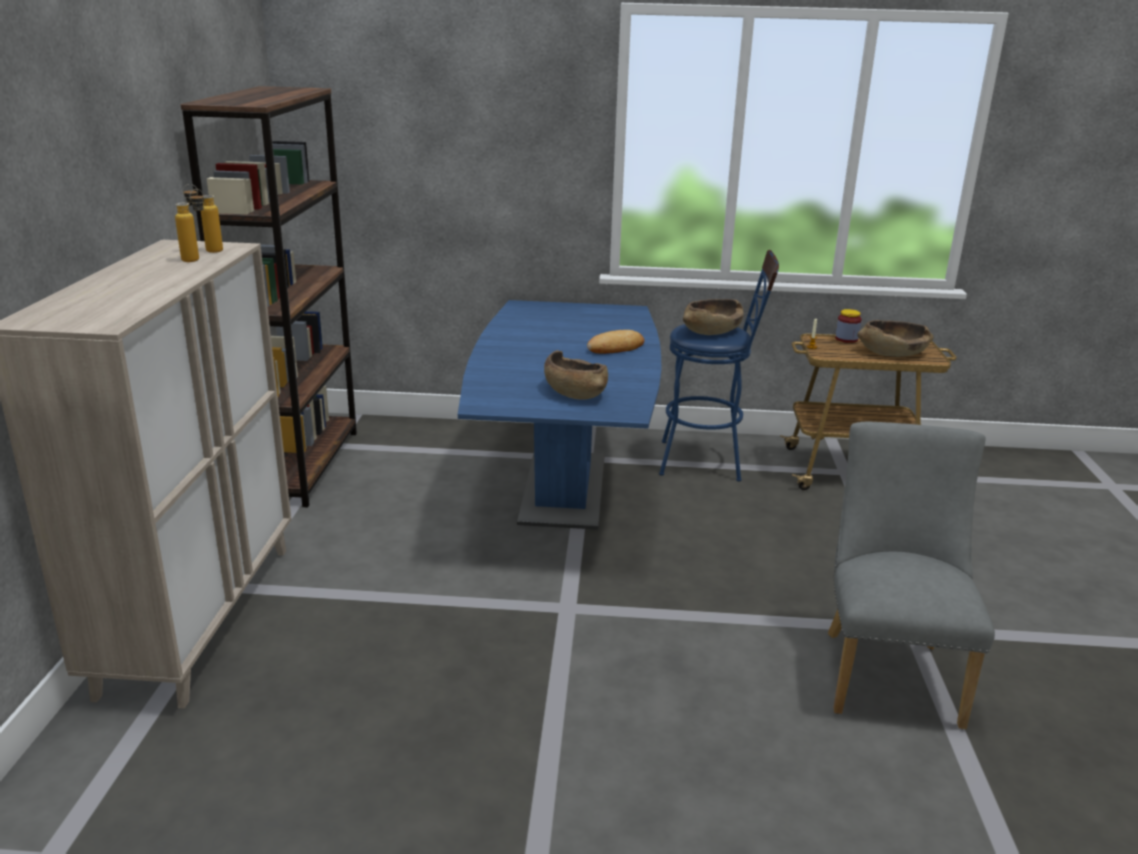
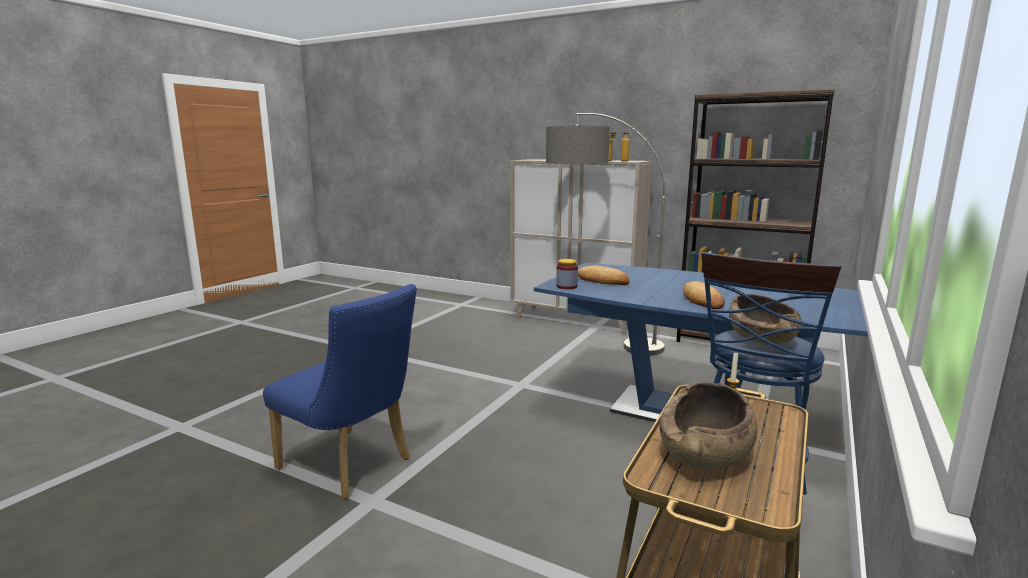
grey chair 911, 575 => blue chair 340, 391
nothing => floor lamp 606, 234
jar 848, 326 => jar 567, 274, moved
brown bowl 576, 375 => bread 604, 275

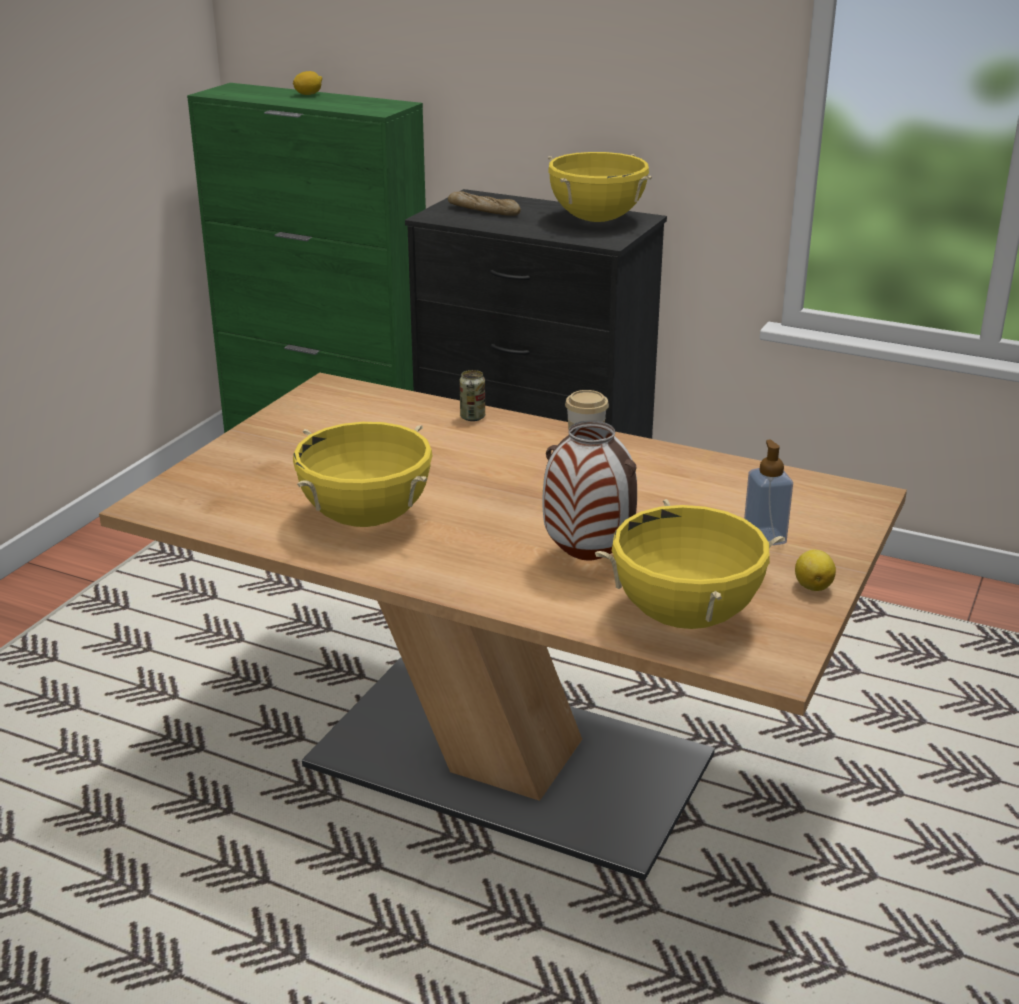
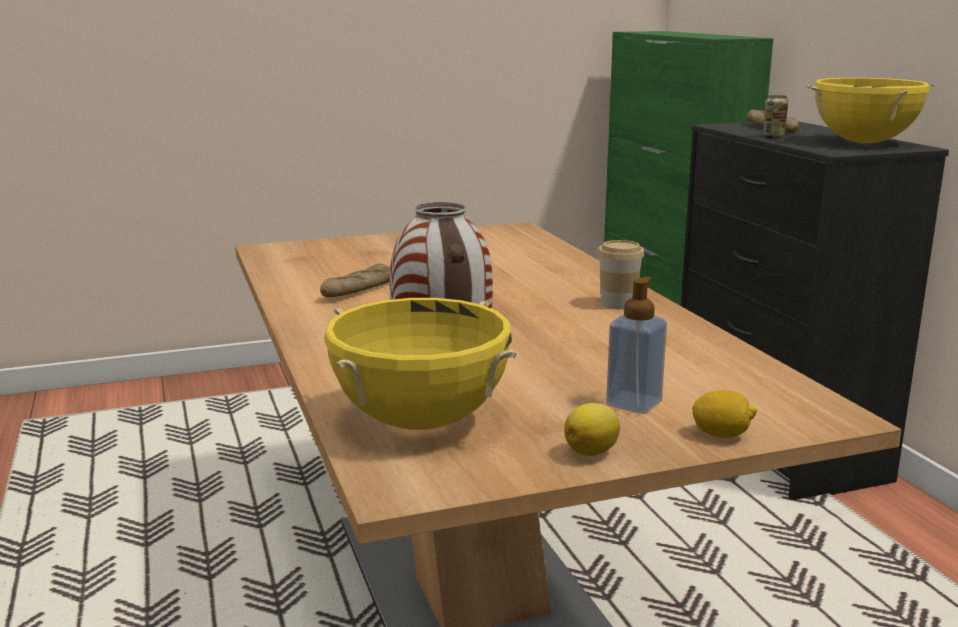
yellow cooking pot 363, 474 => bread 355, 280
lemon 307, 83 => lemon 724, 414, moved
can 472, 395 => can 775, 116, moved

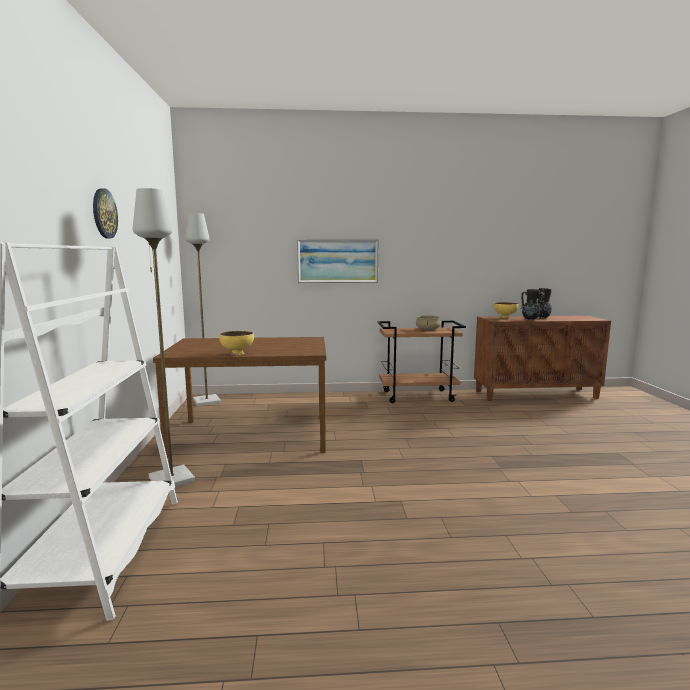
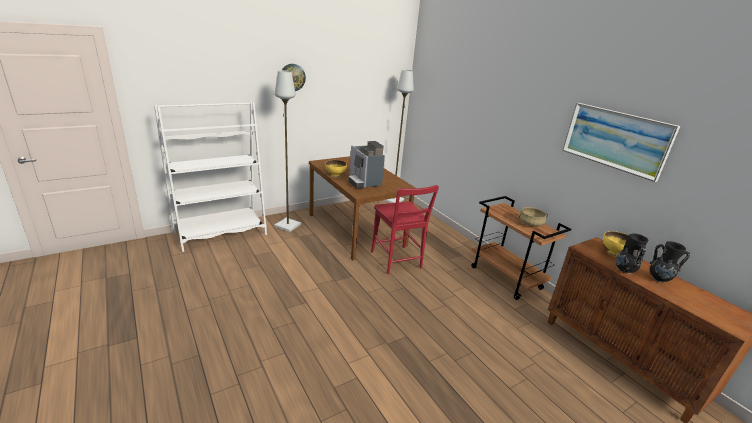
nothing => coffee machine 367, 165
nothing => red chair 405, 229
picture 338, 261 => picture 621, 142, moved

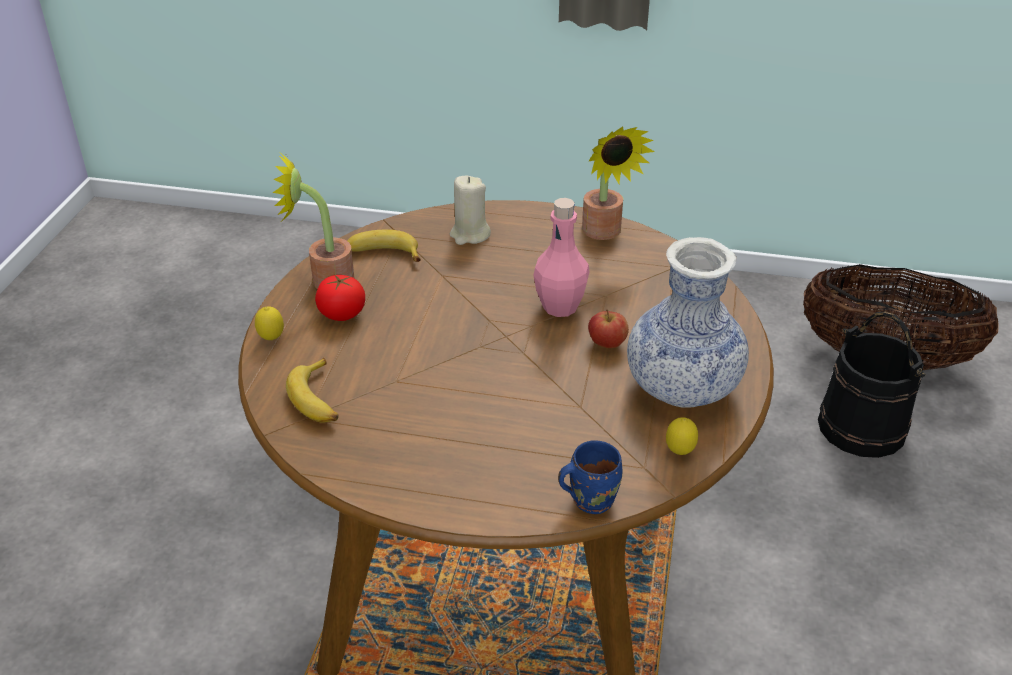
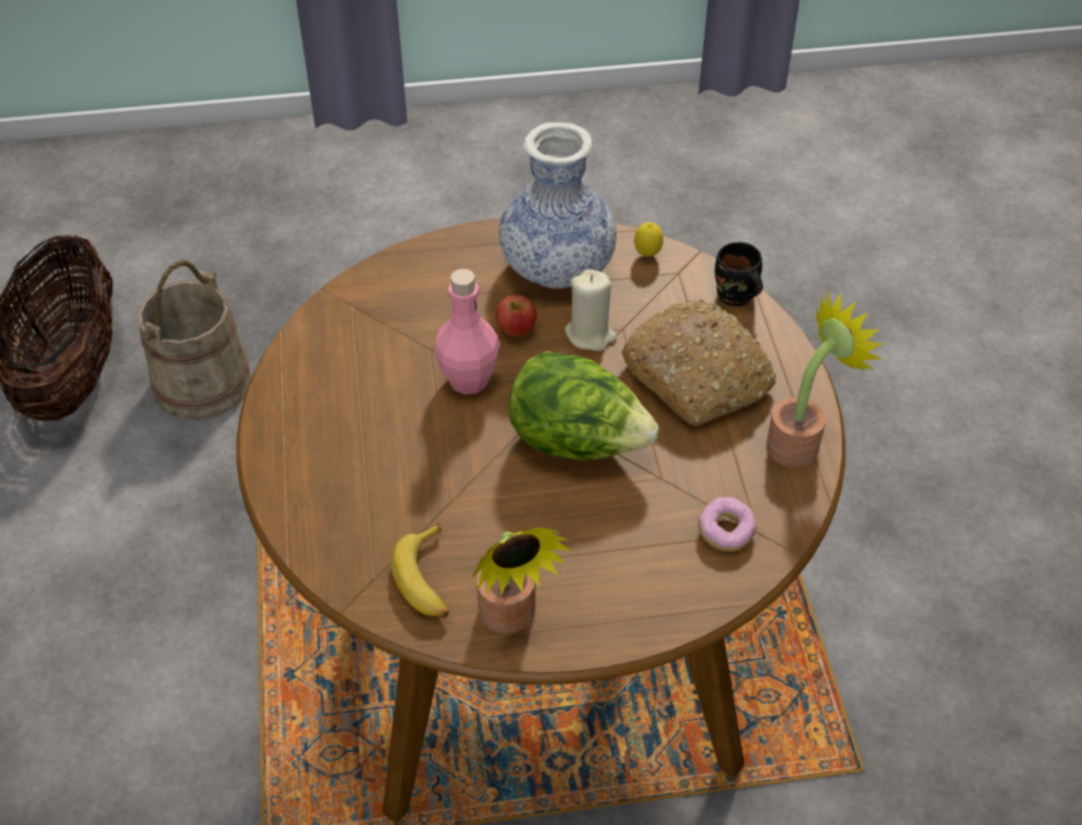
black bucket 872, 385 => beige bucket 194, 340
nothing => lettuce 584, 405
beige candle 470, 210 => beige candle 591, 310, moved
nothing => bread 698, 363
banana 312, 390 => donut 727, 524
blue mug 590, 477 => black mug 739, 274
potted plant 618, 183 => potted plant 825, 379, moved
lemon 269, 323 => nothing
tomato 340, 298 => nothing

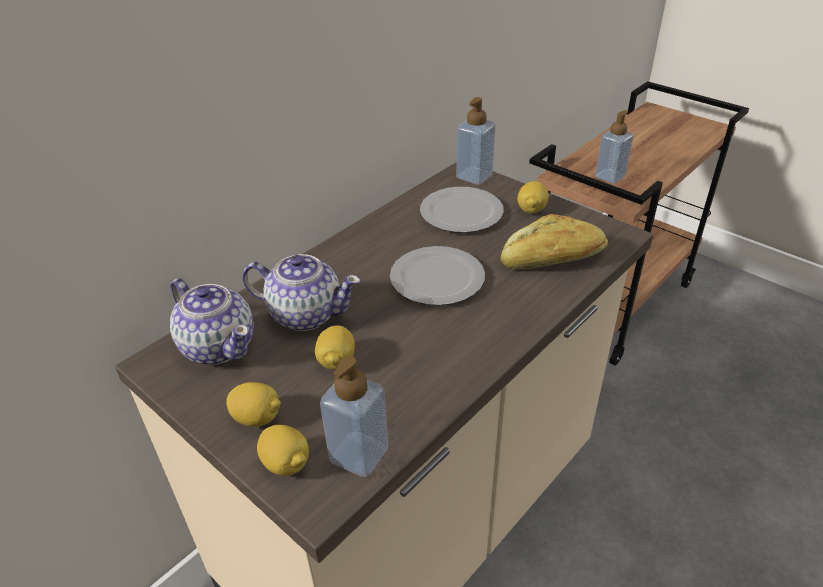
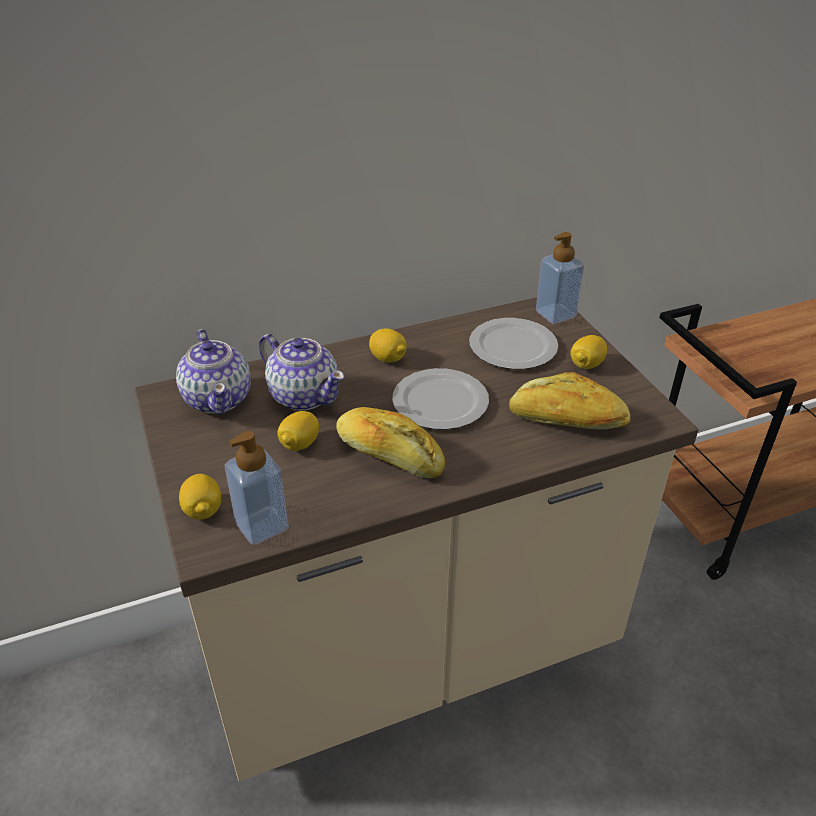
nothing => bread 390, 442
lemon 253, 404 => lemon 388, 345, moved
soap dispenser 614, 147 => nothing

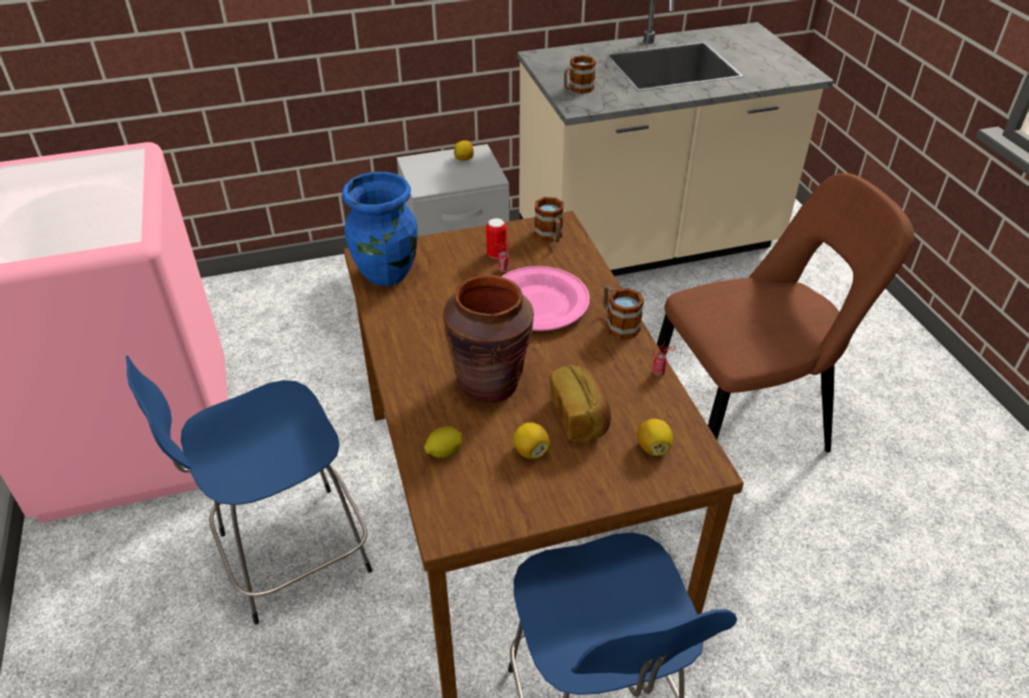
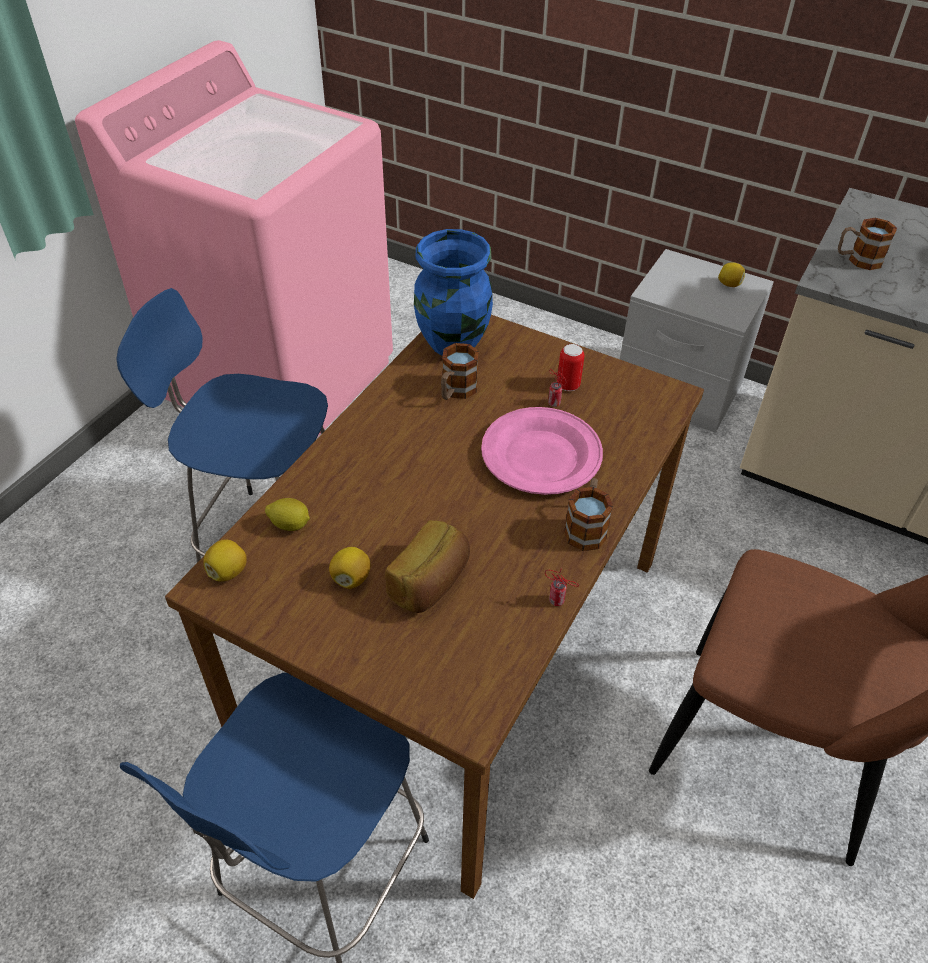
lemon 655, 437 => lemon 225, 560, moved
mug 549, 219 => mug 460, 371, moved
brown vase 488, 339 => nothing

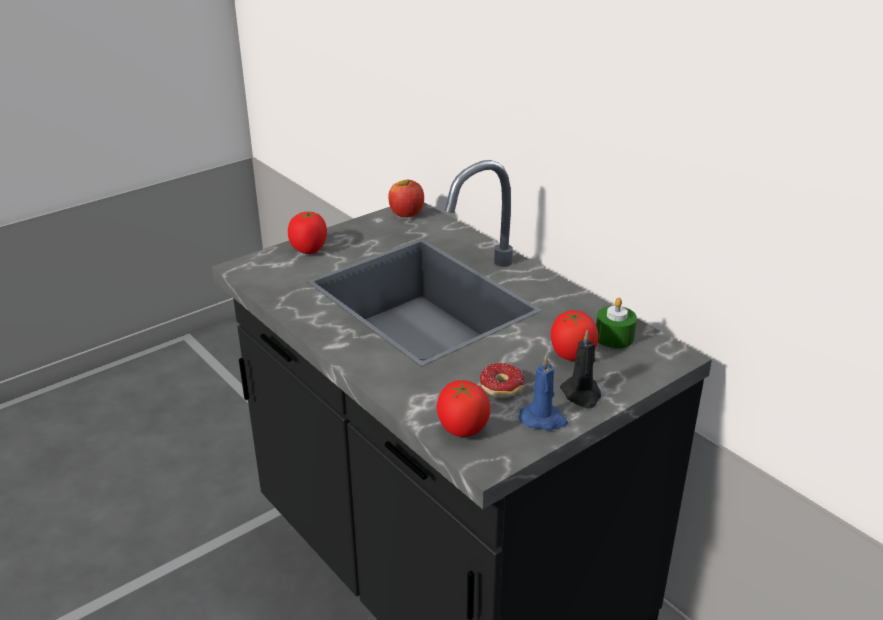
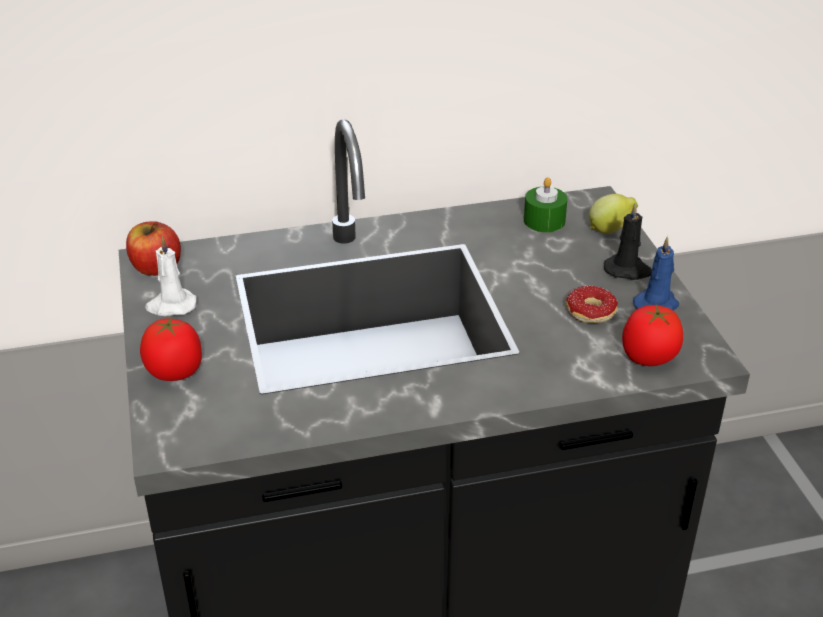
nothing => white candle 171, 276
nothing => lemon 613, 214
tomato 574, 335 => nothing

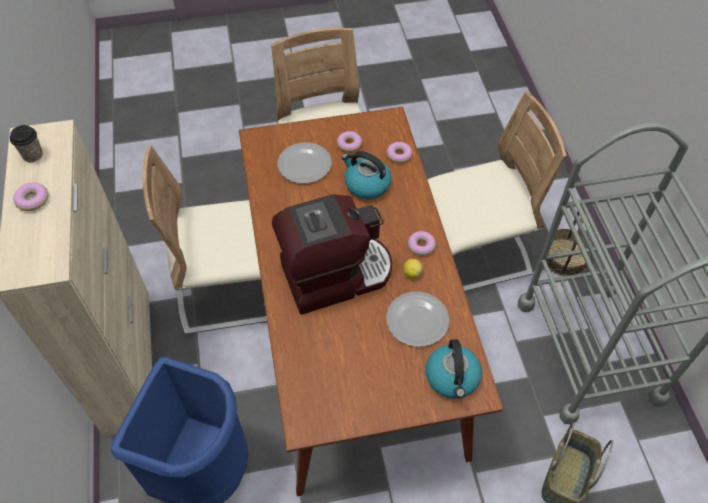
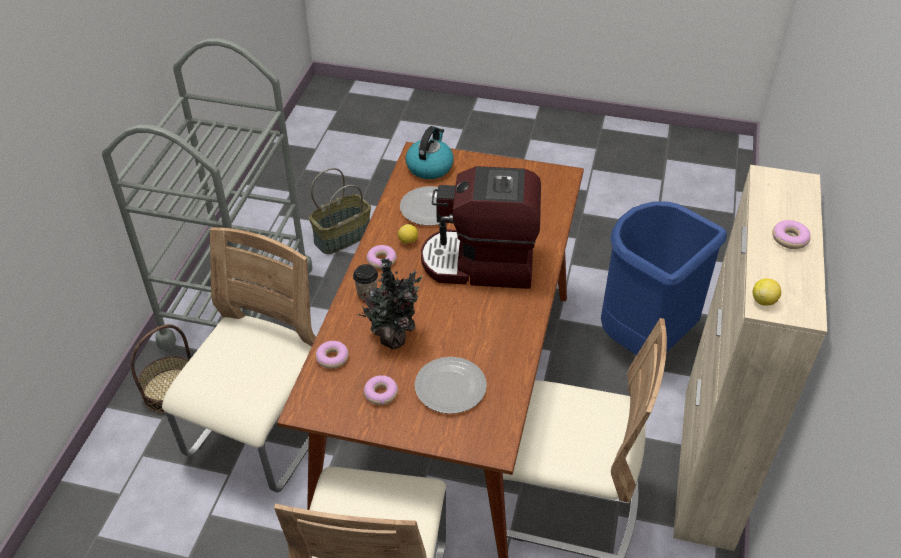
beige chair 497, 191 => beige chair 239, 360, 105 degrees clockwise
cup 26, 144 => cup 365, 282, moved
kettle 366, 175 => potted plant 390, 303
nothing => lemon 767, 292

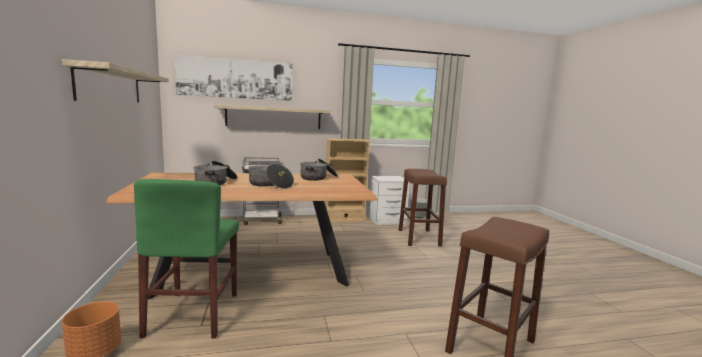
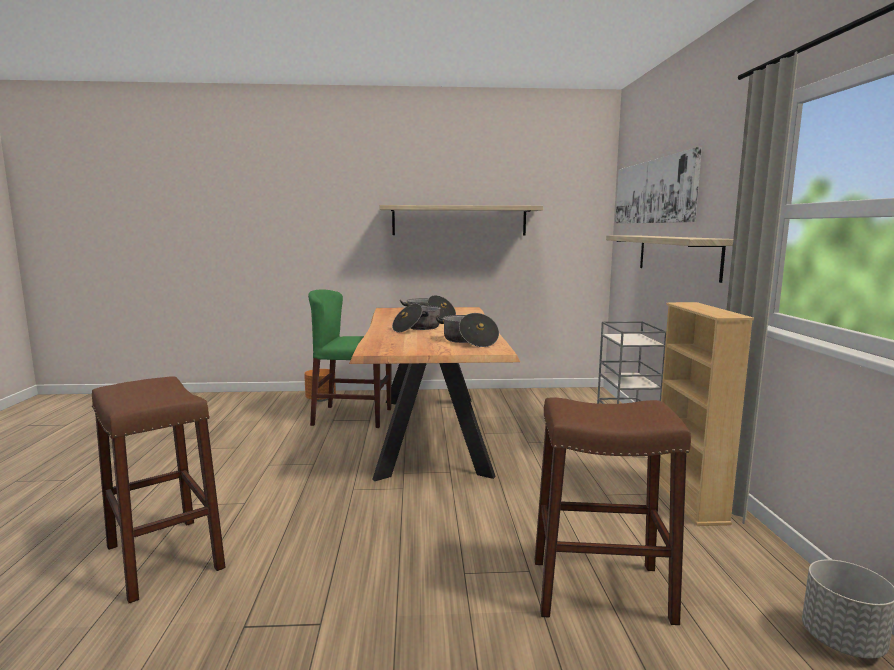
white nightstand 389, 200 => nothing

